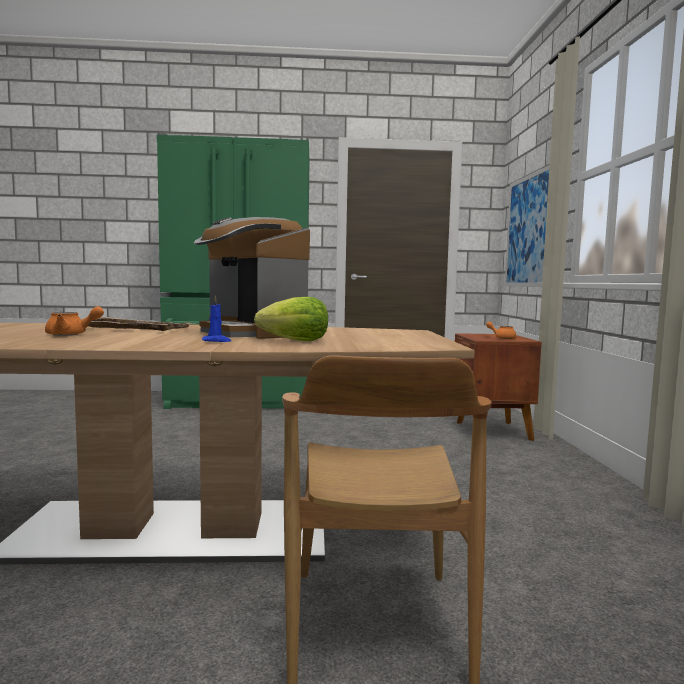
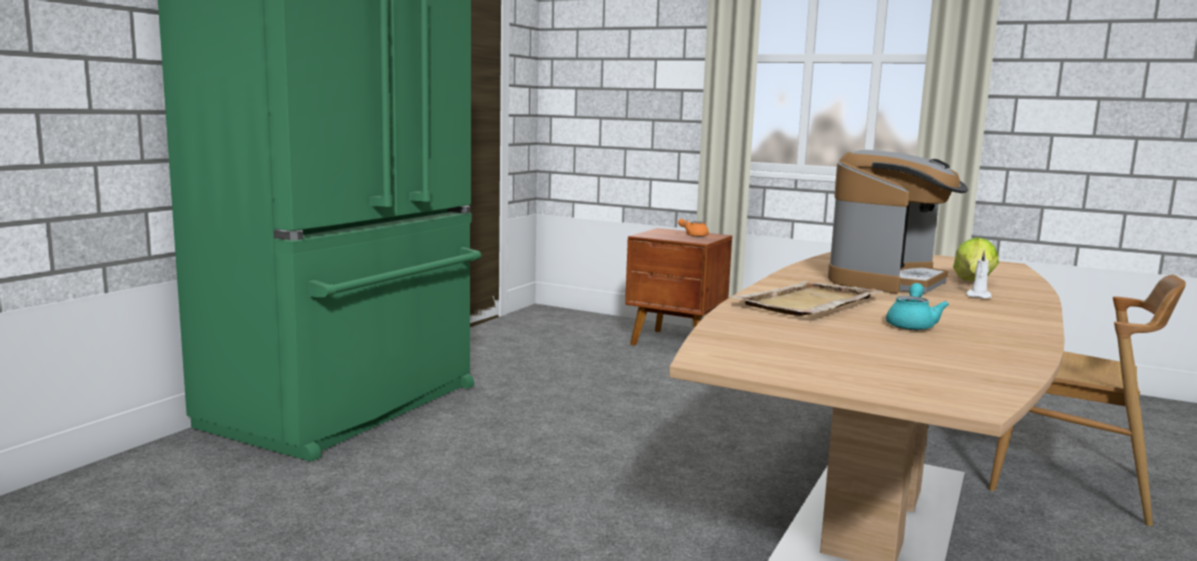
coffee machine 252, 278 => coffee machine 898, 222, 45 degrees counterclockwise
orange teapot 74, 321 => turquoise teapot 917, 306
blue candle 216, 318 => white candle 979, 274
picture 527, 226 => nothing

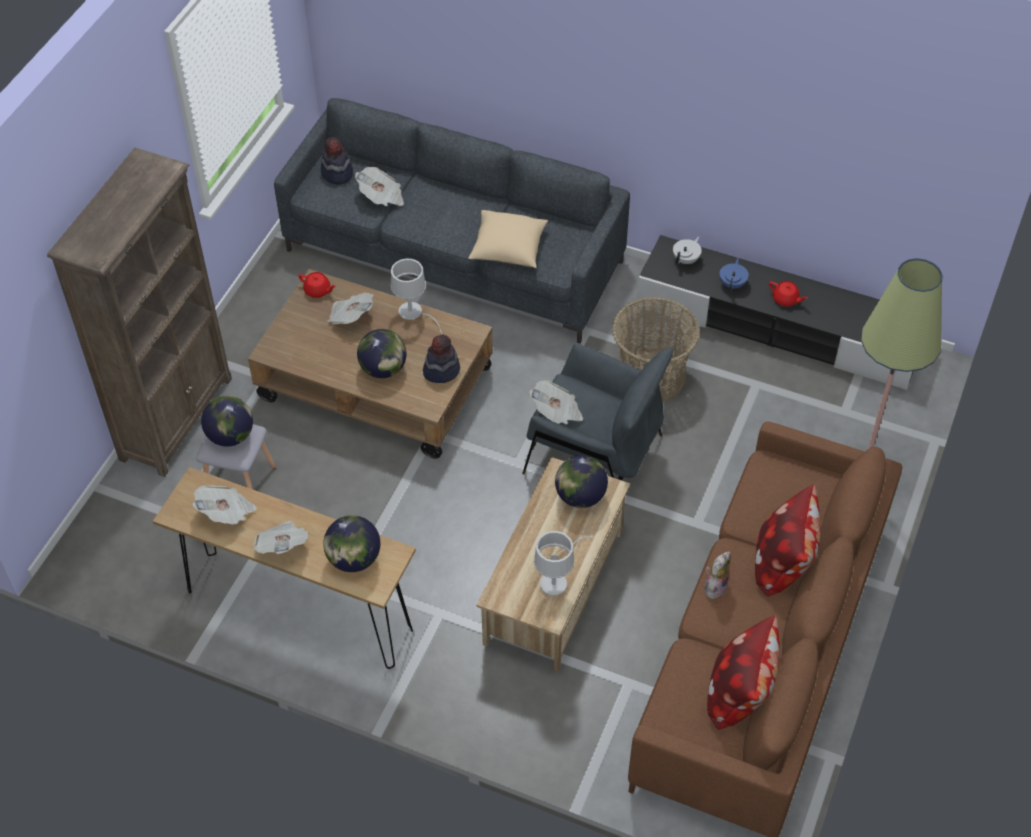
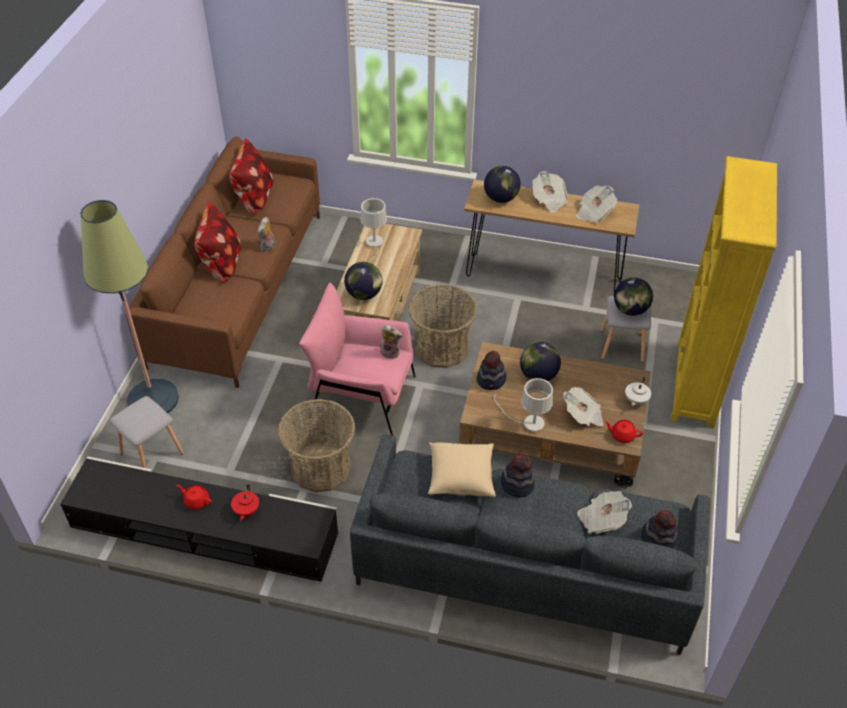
nothing => grey stool 147, 432
blue teapot 734, 274 => red teapot 245, 502
grey armchair 597, 411 => pink armchair 357, 359
newspaper 556, 402 => plush toy 391, 341
nothing => basket 442, 326
nothing => hat 518, 476
white teapot 687, 250 => white teapot 638, 391, moved
brown bookcase 139, 312 => yellow bookcase 724, 292

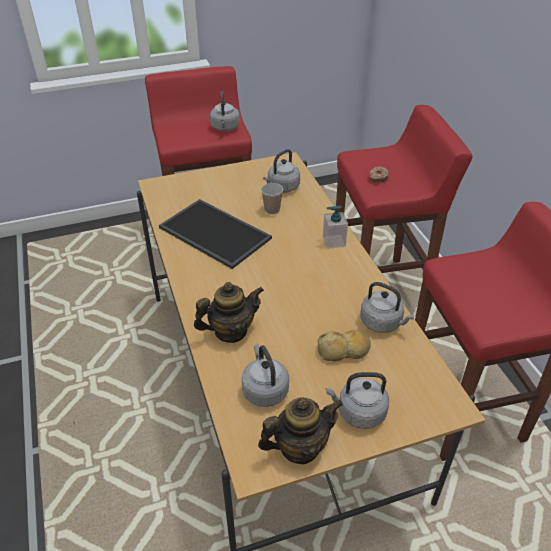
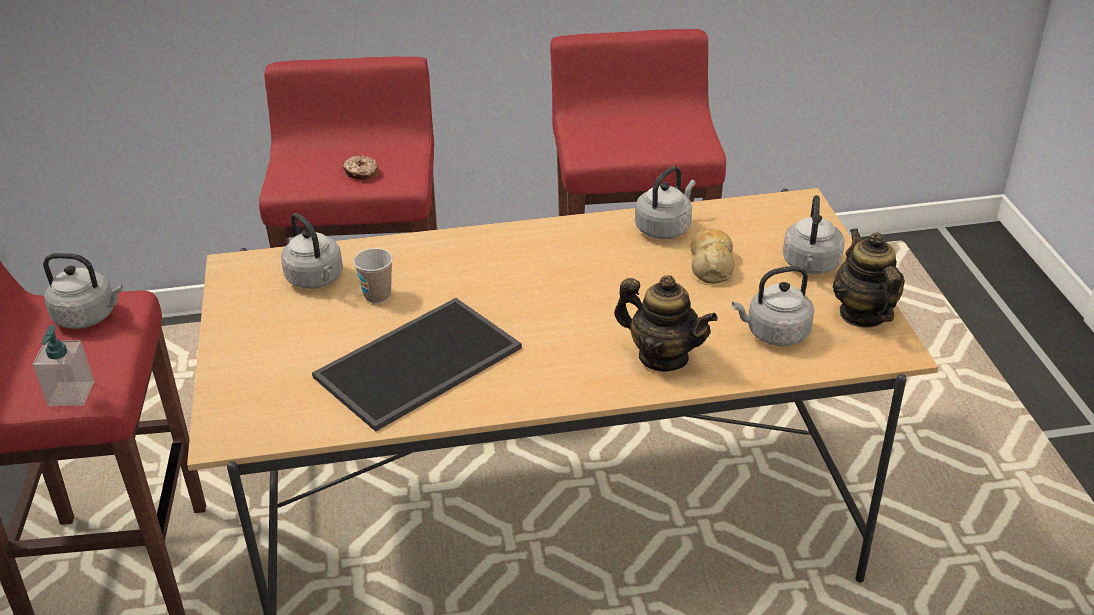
soap dispenser 335, 227 => soap dispenser 63, 365, moved
teapot 229, 312 => teapot 666, 323, 135 degrees clockwise

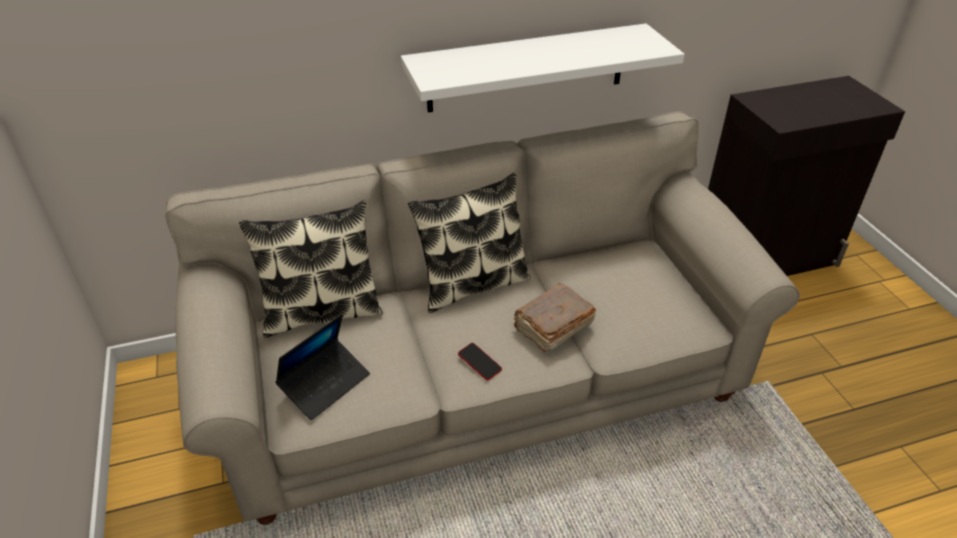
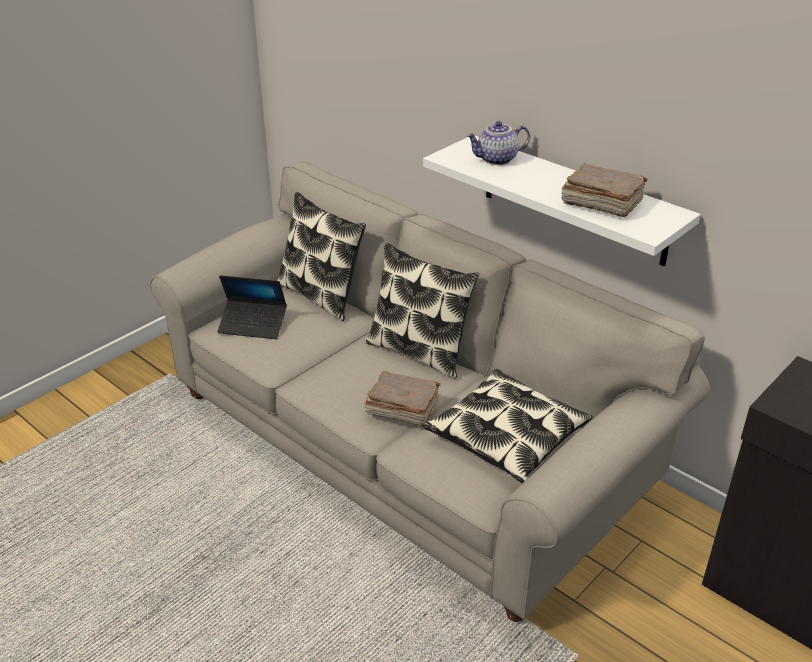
nothing => pillow 508, 426
nothing => teapot 498, 143
nothing => brown book 604, 190
phone 480, 361 => nothing

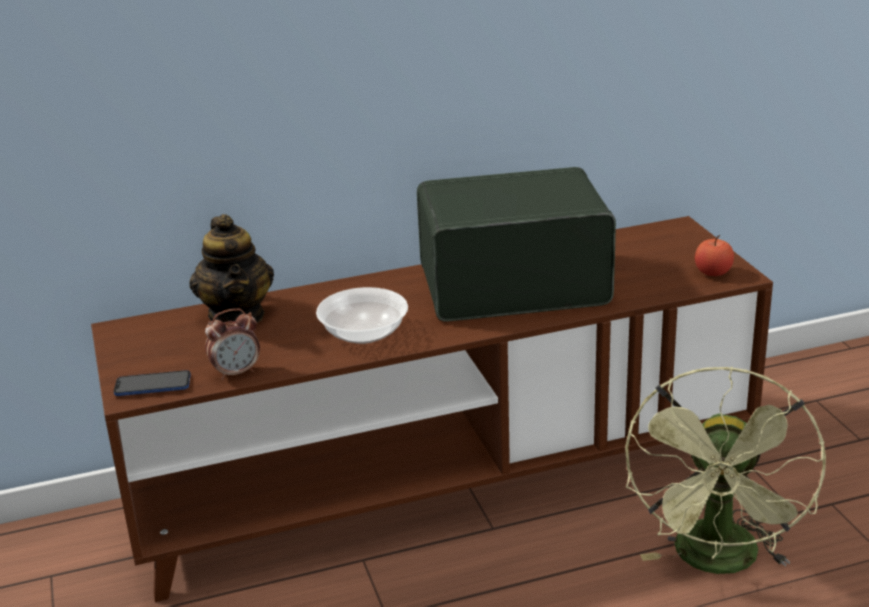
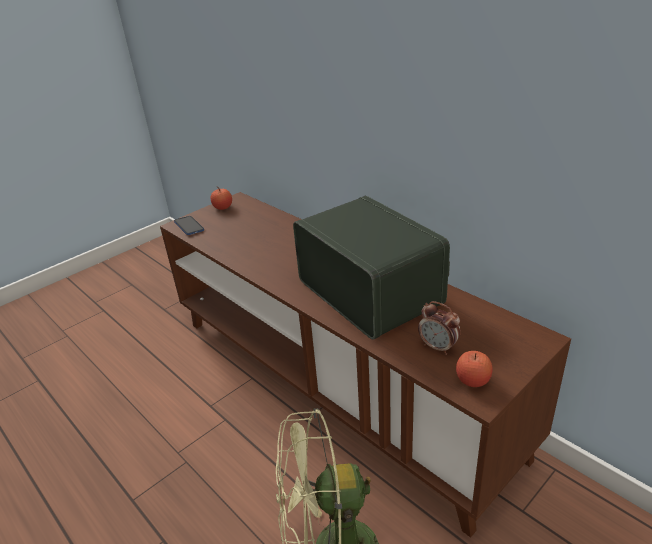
nothing => apple 221, 199
alarm clock 232, 344 => alarm clock 439, 328, moved
teapot 231, 268 => nothing
bowl 362, 315 => nothing

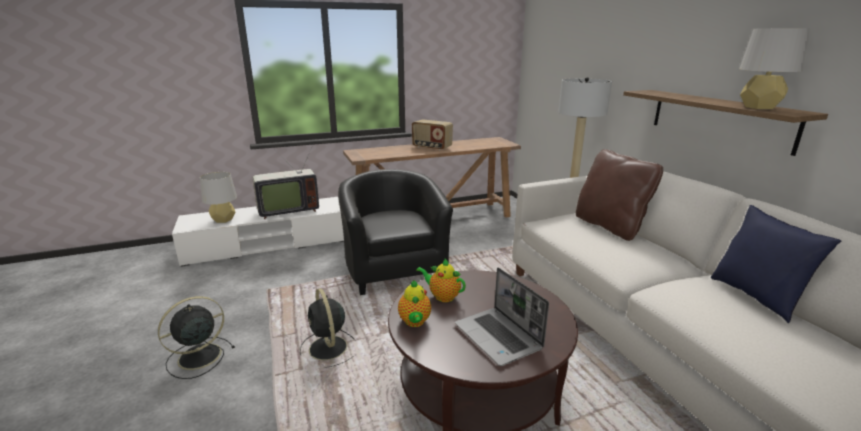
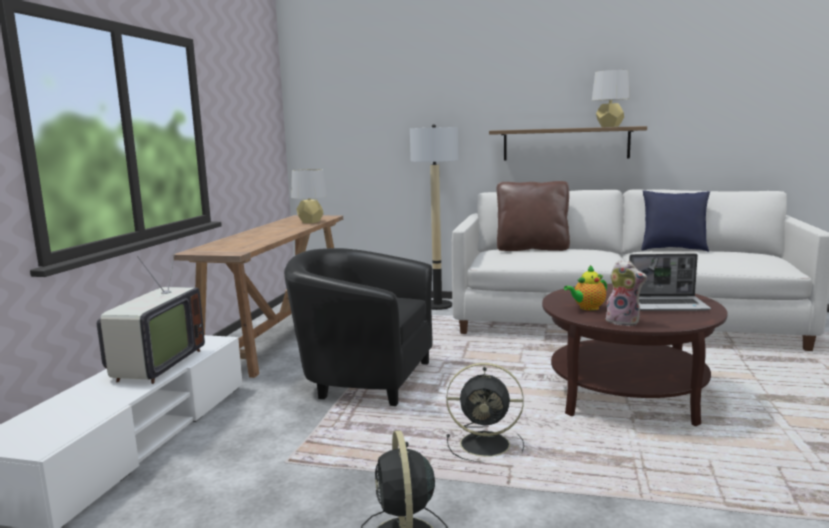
grey table lamp 218, 197 => grey table lamp 309, 196, moved
teapot 414, 303 => plush toy 626, 293
radio 432, 135 => nothing

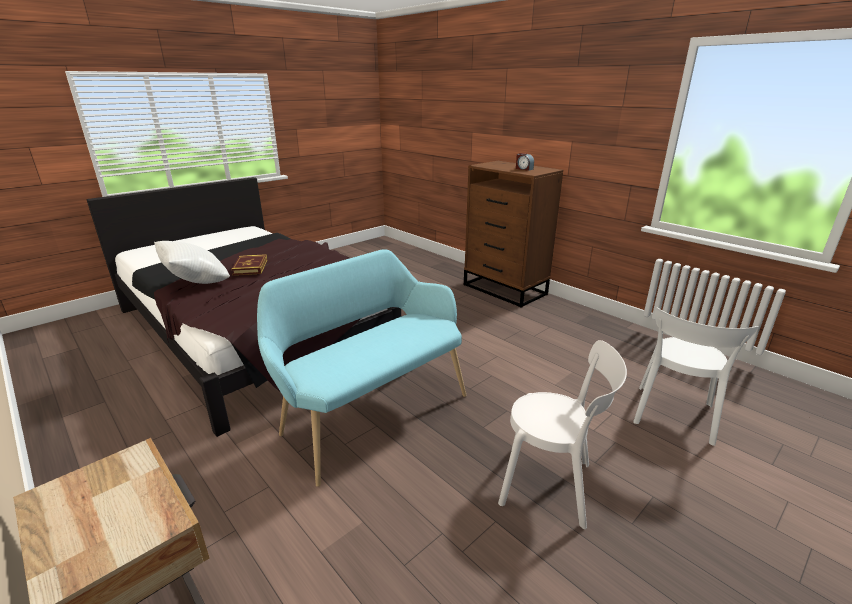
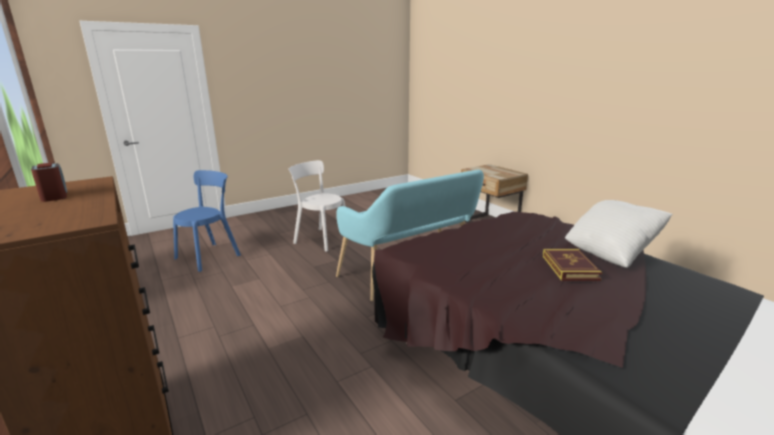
white chair 696, 377 => blue chair 207, 221

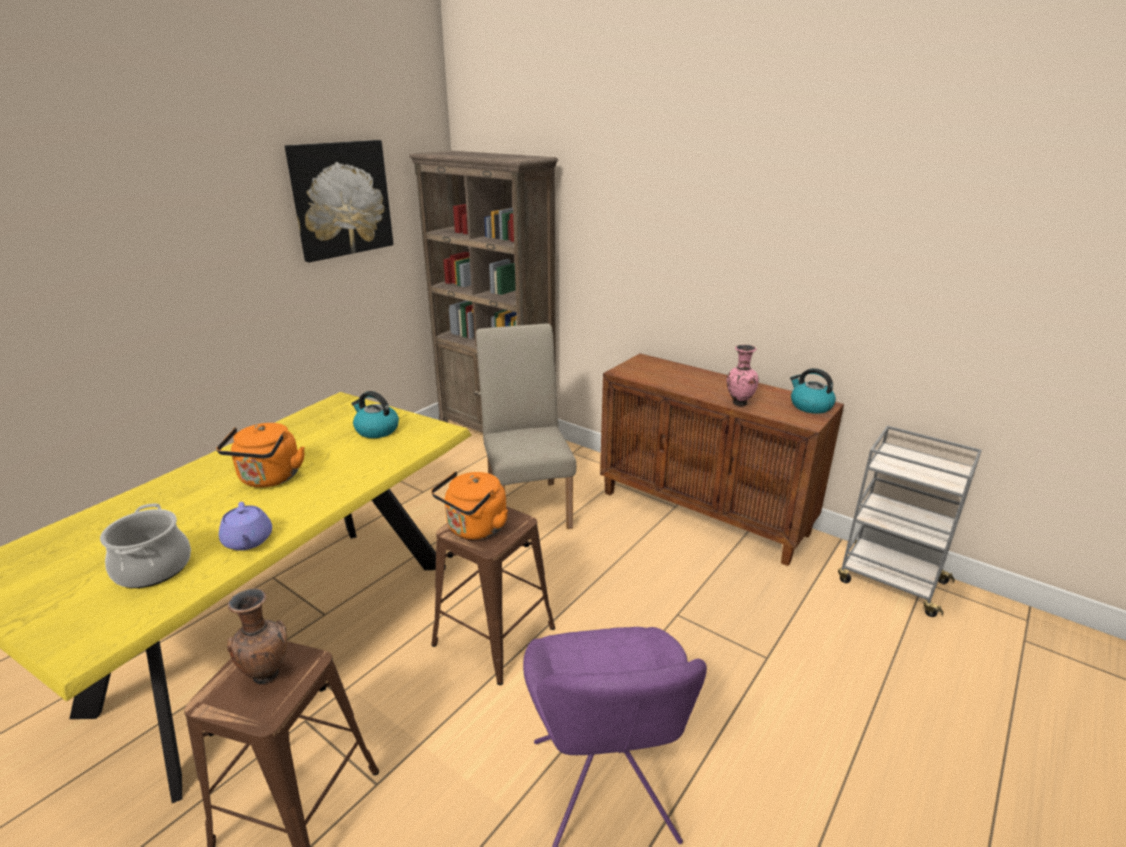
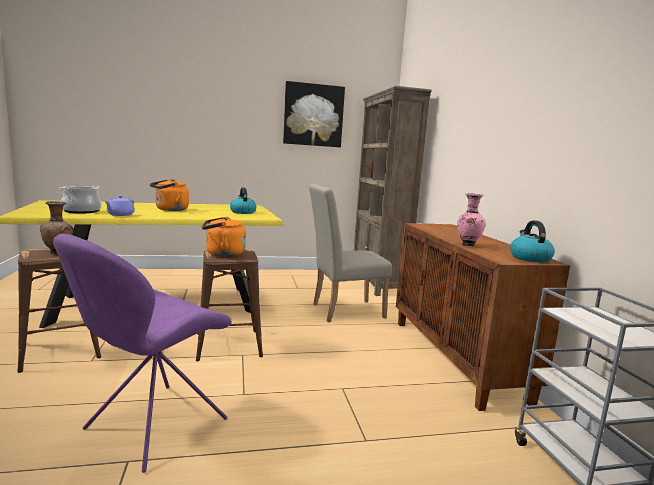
beige chair 526, 426 => beige chair 350, 253, 135 degrees counterclockwise

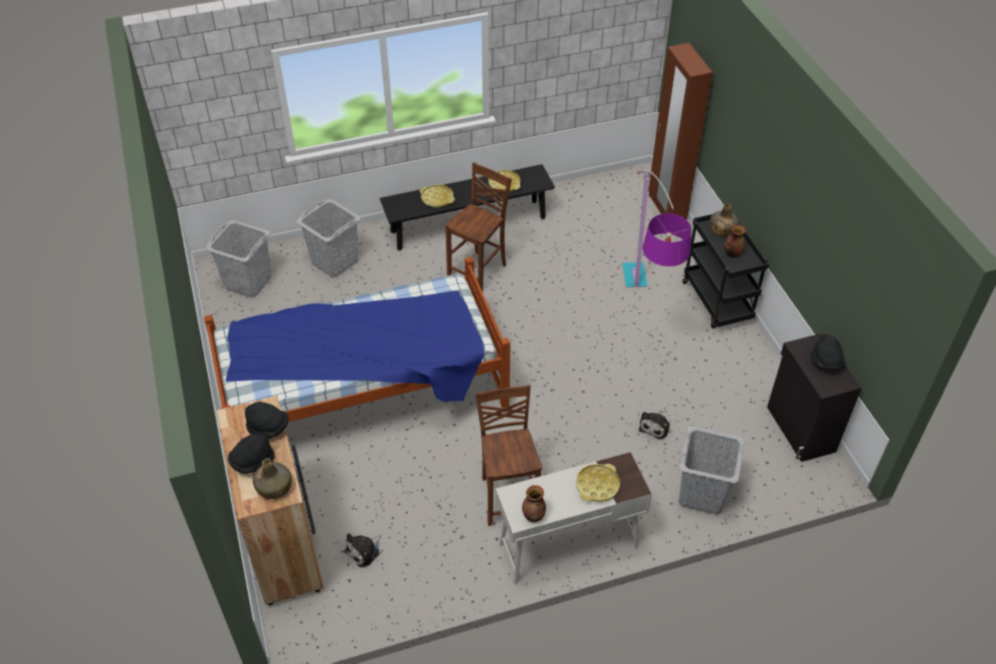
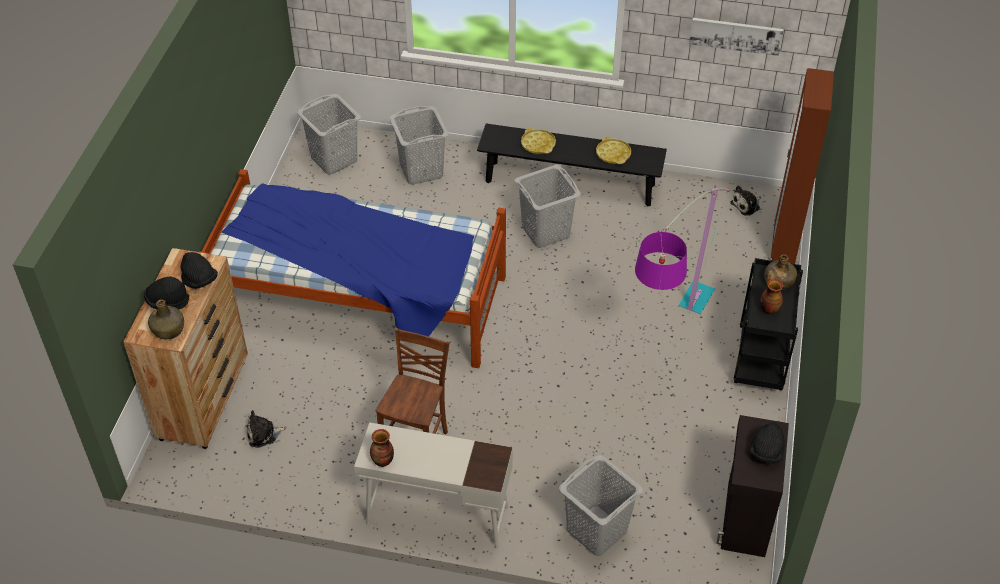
brown chair 478, 227 => grey laundry basket 548, 206
nothing => picture 736, 37
plush toy 654, 425 => plush toy 745, 200, moved
yellow tray 598, 483 => nothing

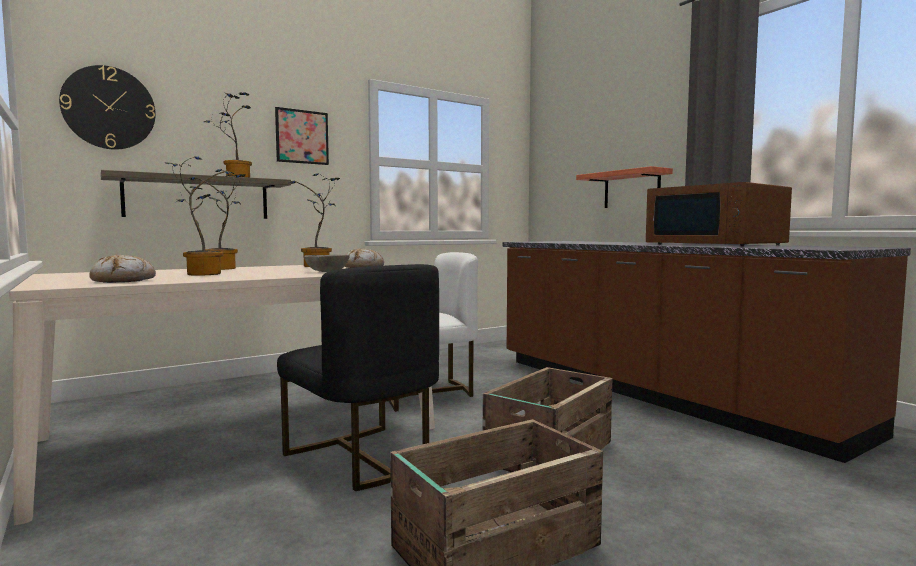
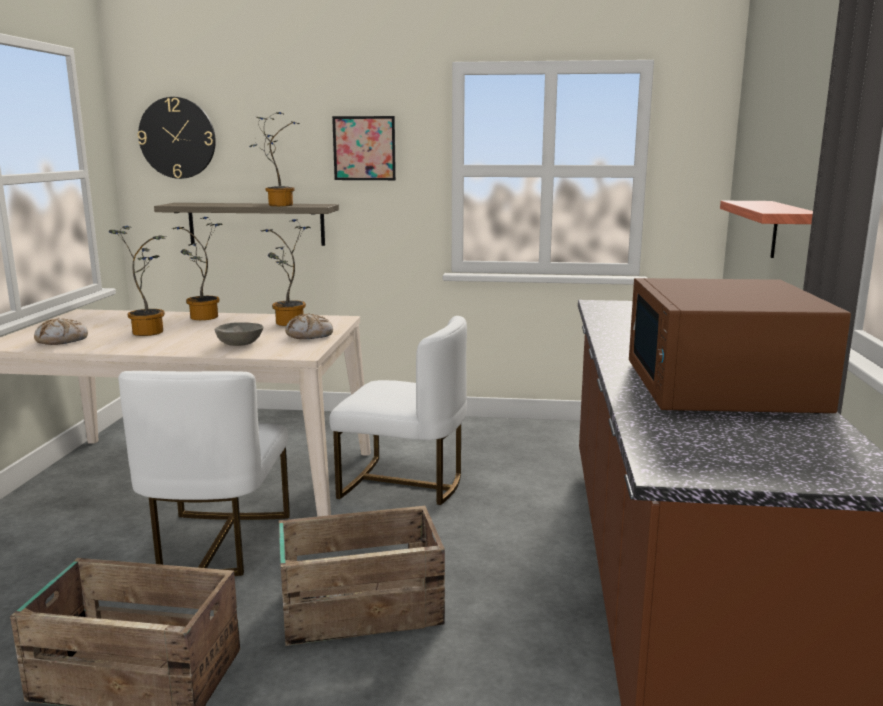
black chair 358, 377 => white chair 204, 473

